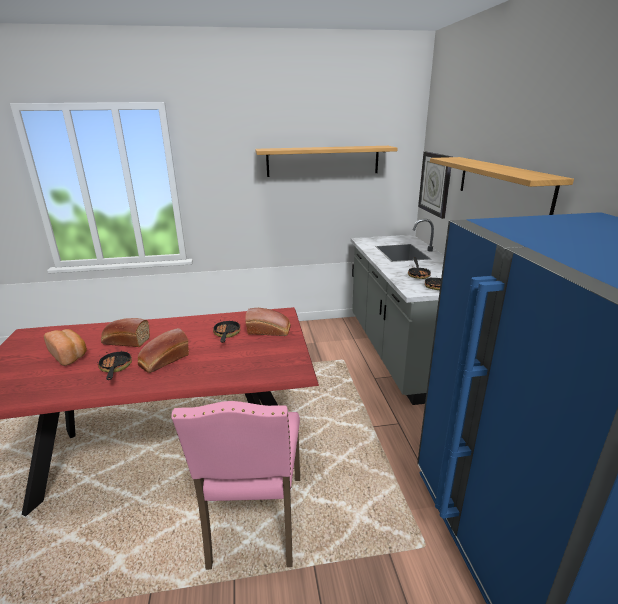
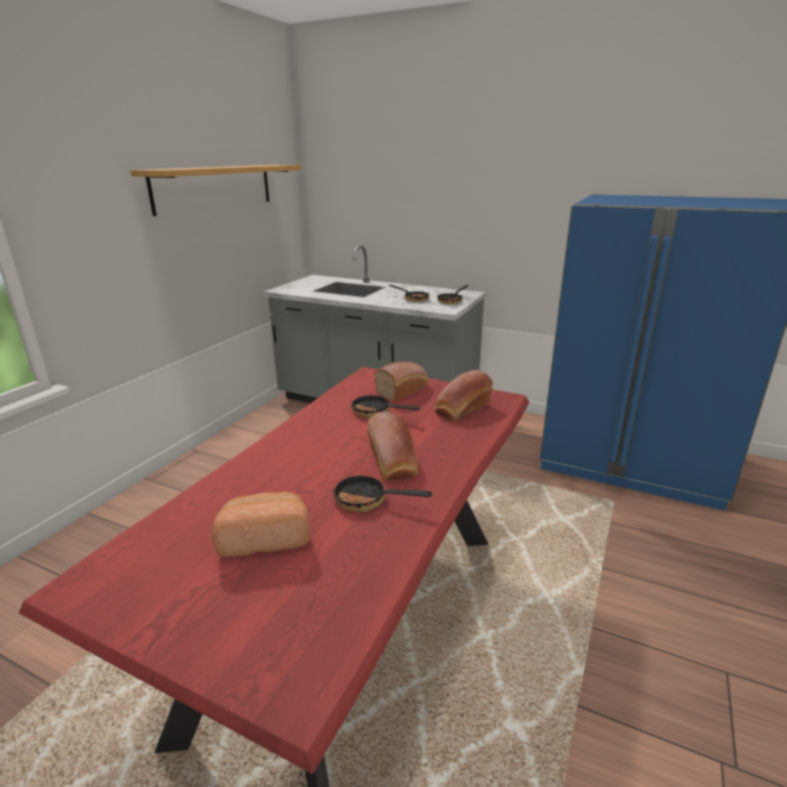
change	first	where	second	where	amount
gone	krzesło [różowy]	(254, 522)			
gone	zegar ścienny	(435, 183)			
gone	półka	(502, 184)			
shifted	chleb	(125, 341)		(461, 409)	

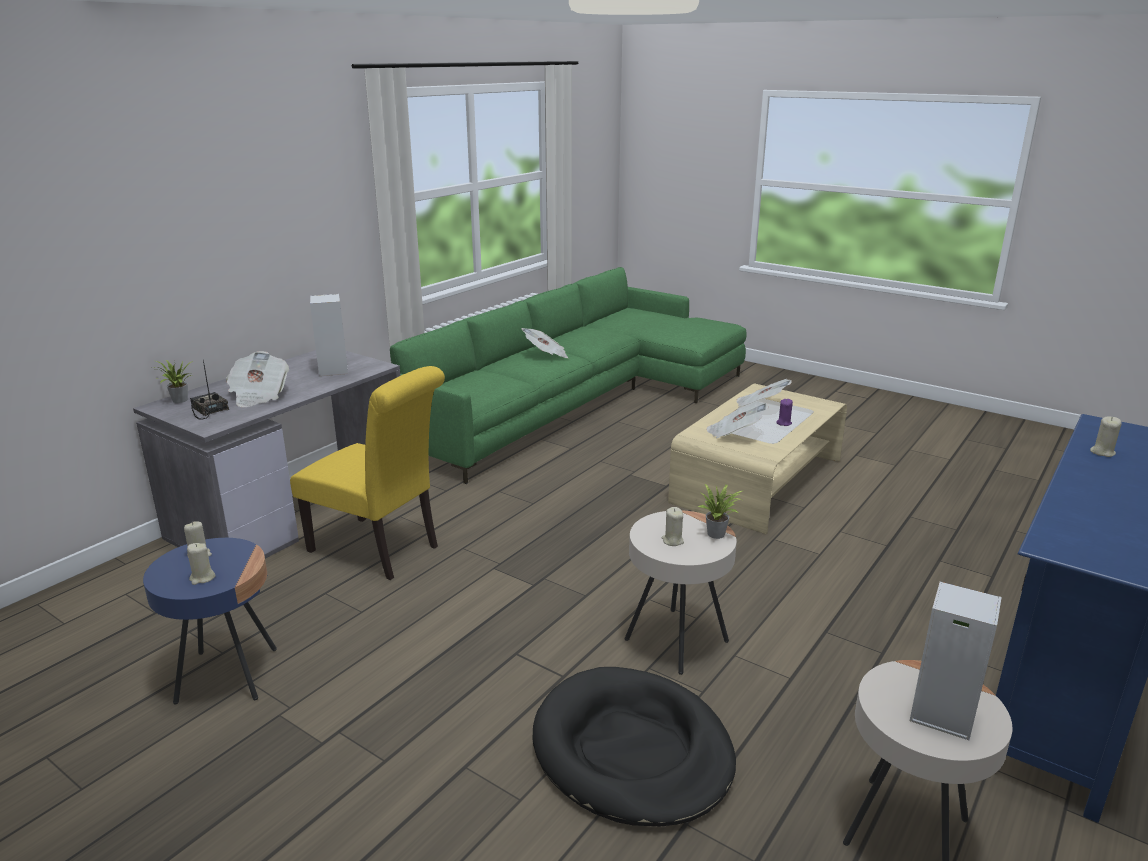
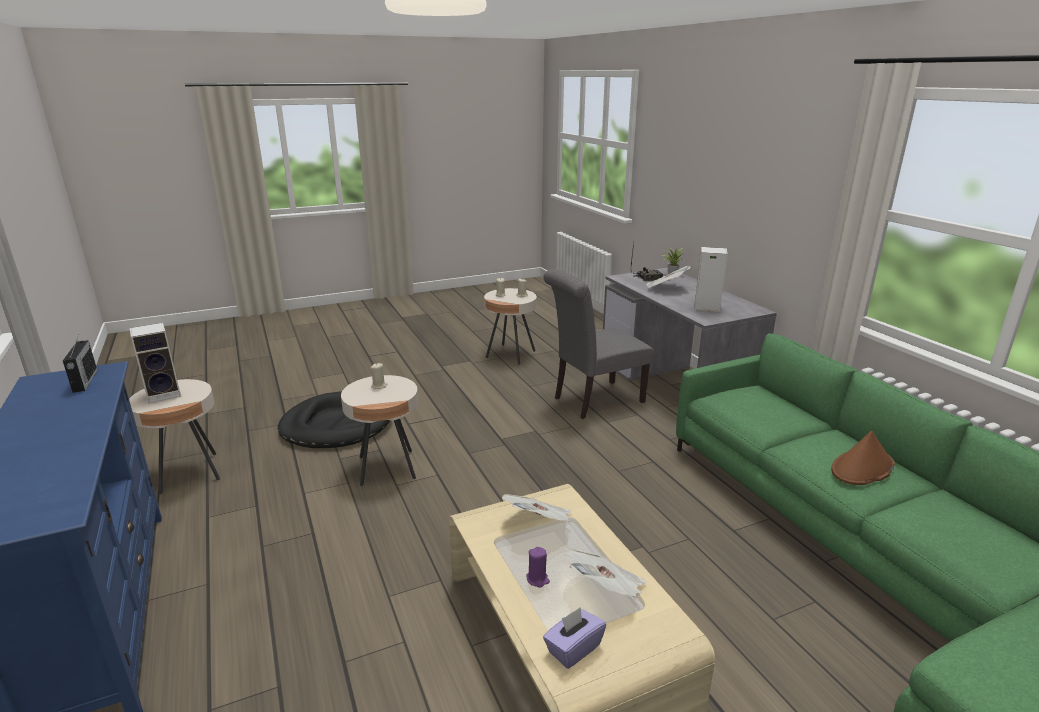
change	first	where	second	where	amount
gone	roślina doniczkowa	(718, 534)			
gone	świeca [beżowy]	(1102, 452)			
new			radio	(84, 381)	
new			pudełko chusteczek [fioletowy]	(573, 648)	
swapped	gazeta	(546, 355)	kapelusz [brązowy]	(862, 468)	
repainted	stolik [niebieski]	(227, 675)	stolik [beżowy]	(510, 354)	
repainted	krzesło [żółty]	(380, 550)	krzesło [szary]	(593, 401)	

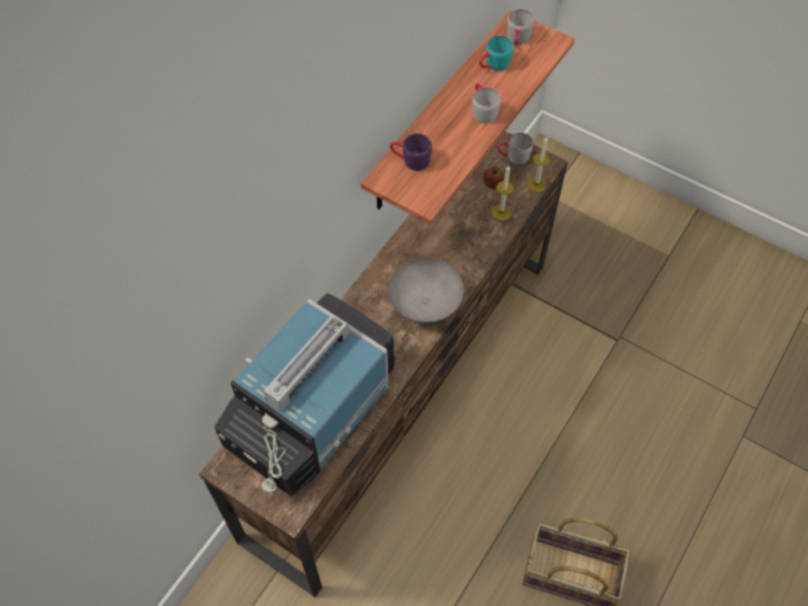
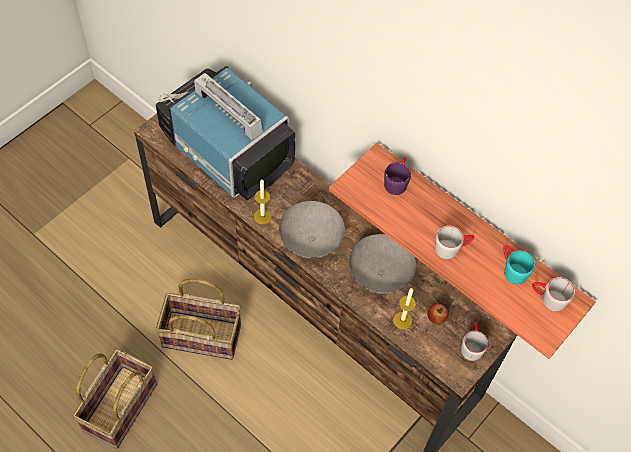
change	first	where	second	where	amount
new			koszyk	(202, 335)	
new			miska [szary]	(380, 273)	
shifted	świeca	(536, 184)		(262, 216)	

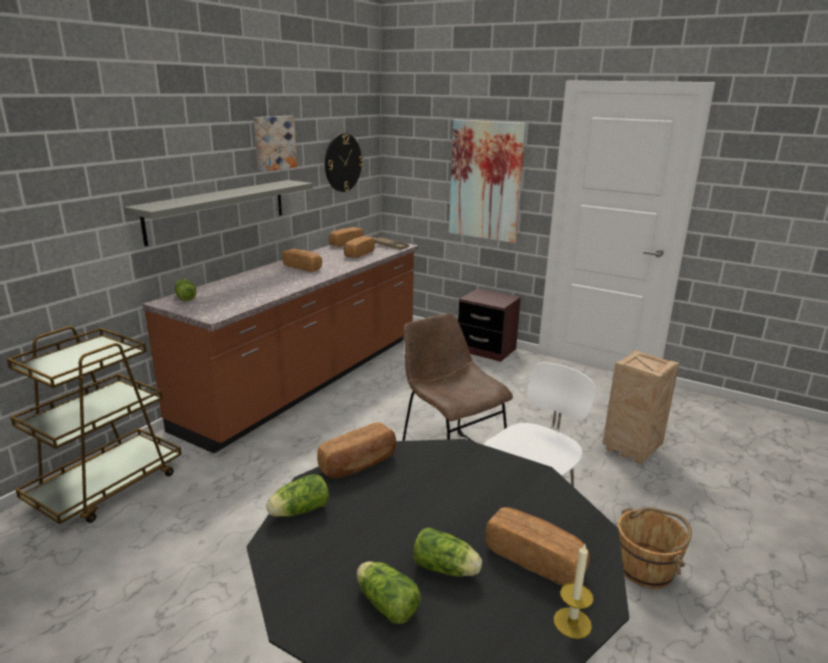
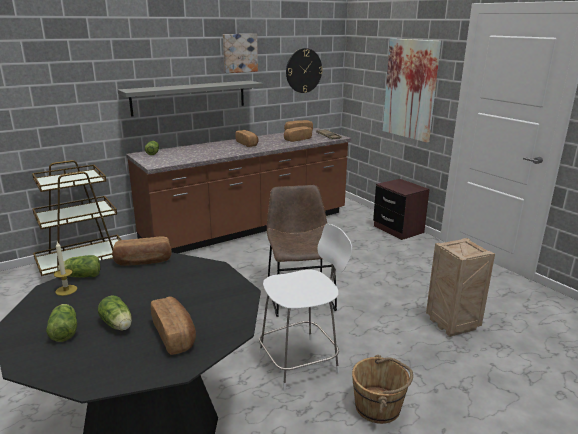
change	first	where	second	where	amount
shifted	świeca	(572, 623)		(66, 290)	

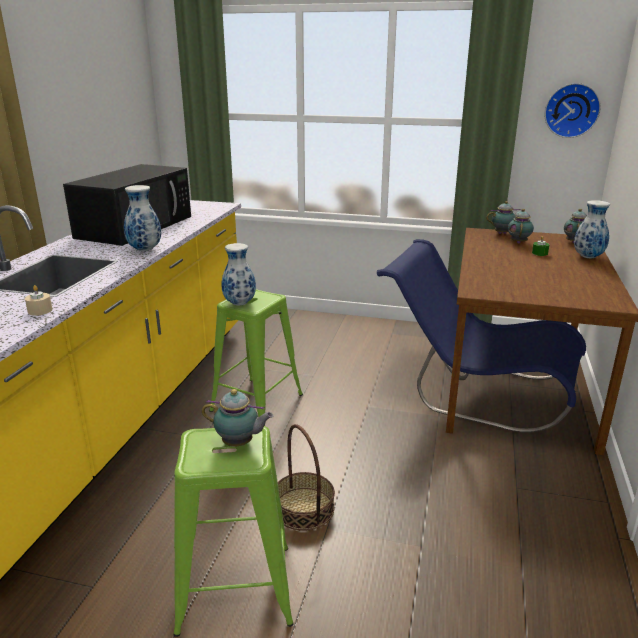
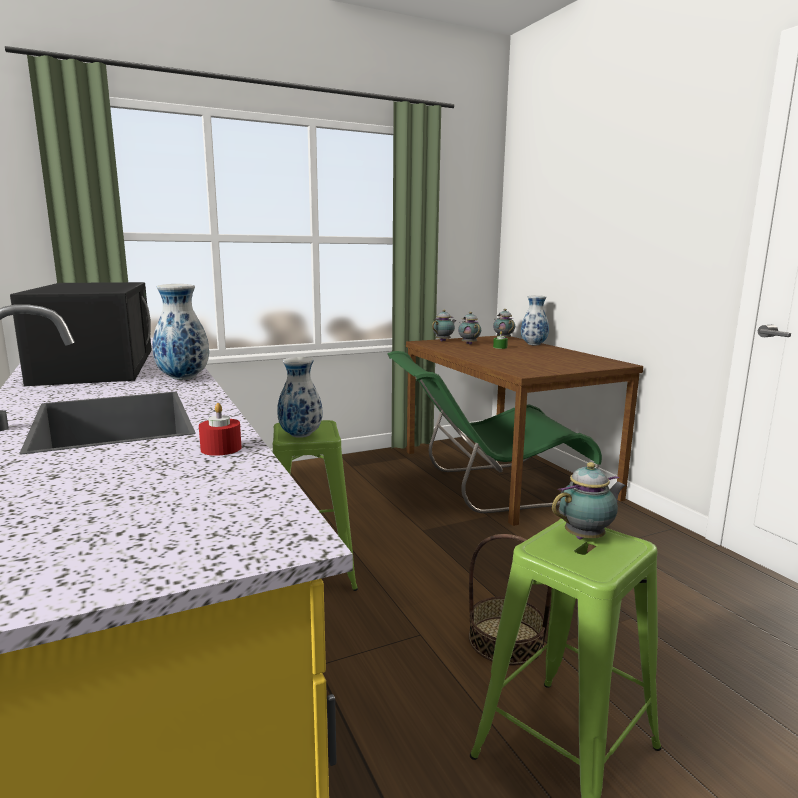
change	first	where	second	where	amount
gone	zegar ścienny	(571, 110)			
repainted	świeca [beżowy]	(40, 310)	świeca [czerwony]	(221, 448)	
repainted	krzesło [niebieski]	(475, 392)	krzesło [zielony]	(486, 489)	

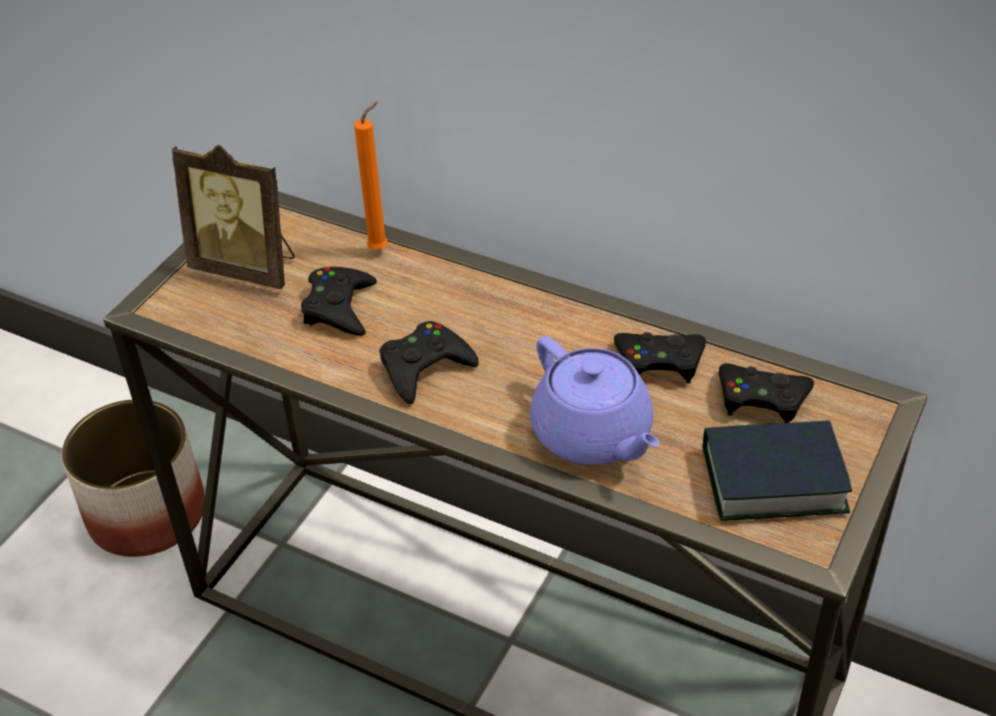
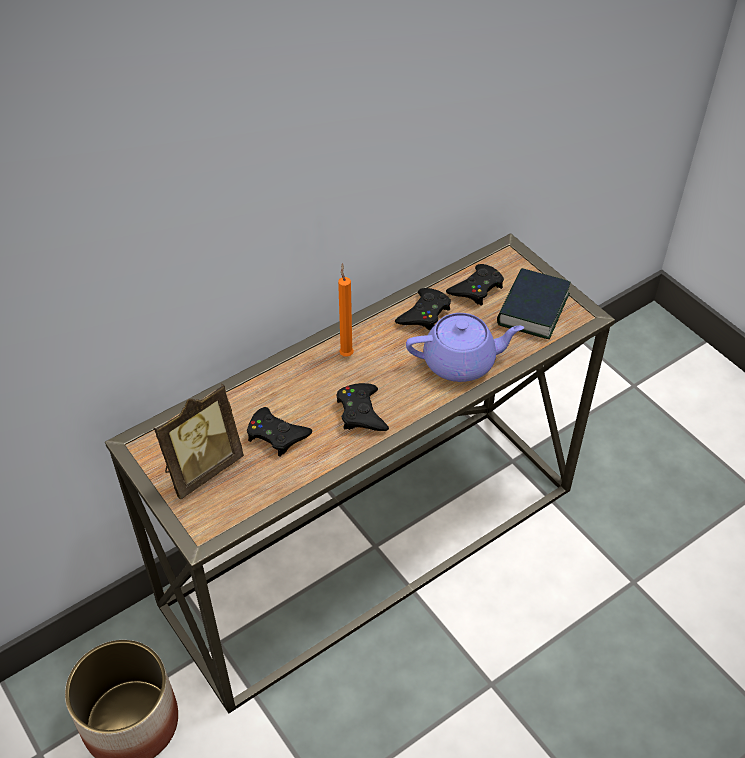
change	first	where	second	where	amount
shifted	świeca [pomarańczowy]	(381, 248)		(346, 353)	

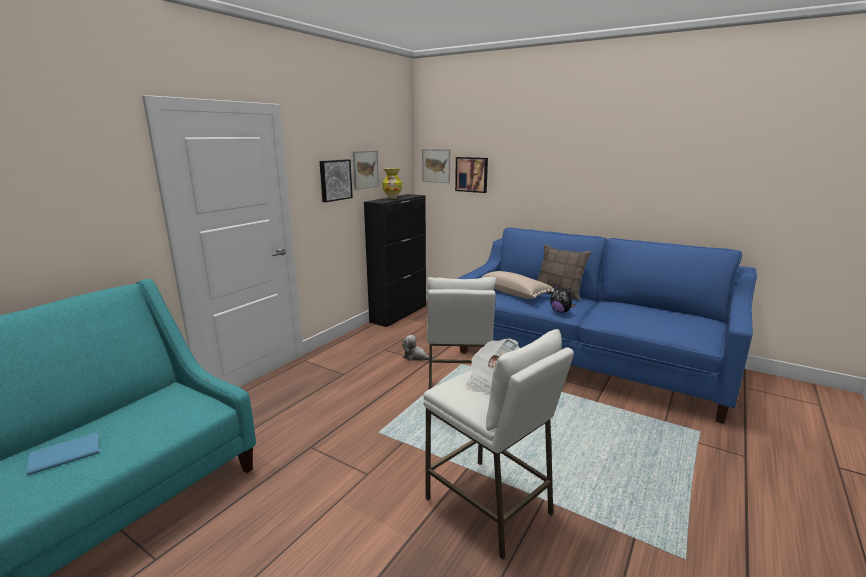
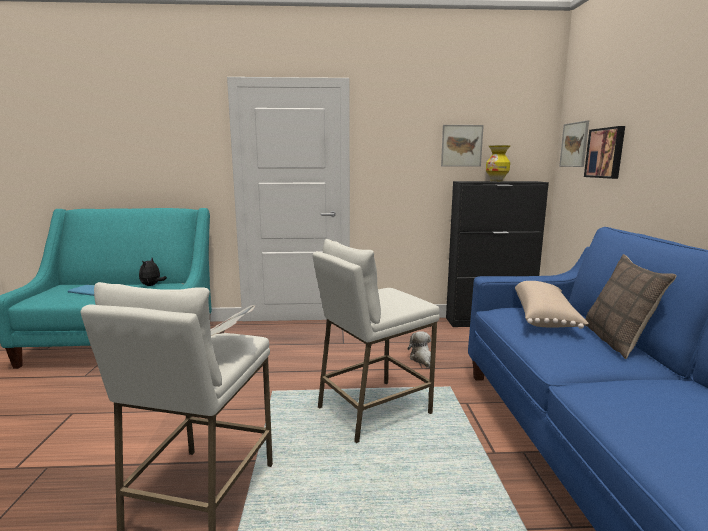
change	first	where	second	where	amount
gone	obraz	(335, 180)			
shifted	pluszak	(560, 311)		(152, 285)	

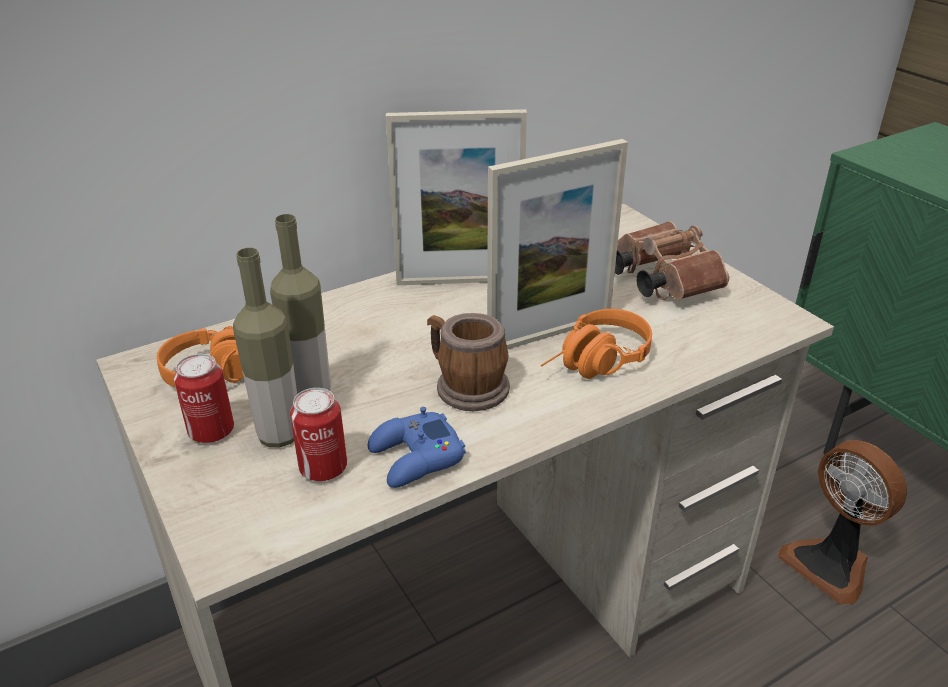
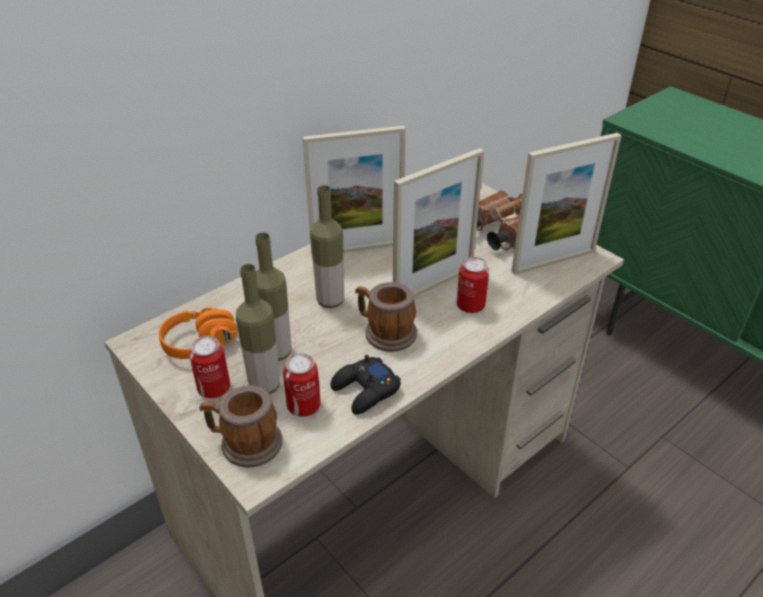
change	first	where	second	where	amount
gone	wentylator	(830, 564)			
new			kubek	(244, 443)	
new			butelka	(330, 301)	
new			ramka na zdjęcie	(553, 261)	
swapped	słuchawki [pomarańczowy]	(595, 364)	puszka	(470, 306)	
repainted	pad do gier [niebieski]	(415, 458)	pad do gier [czarny]	(365, 390)	

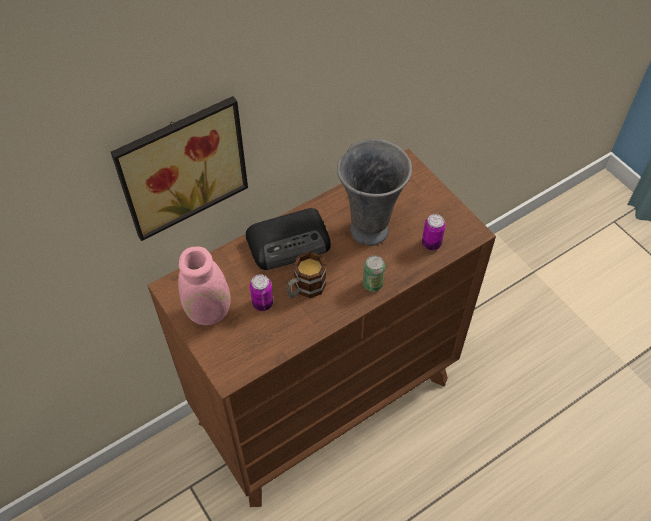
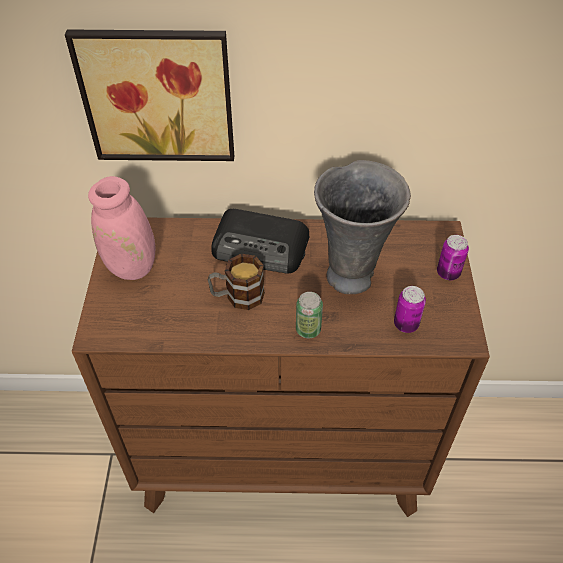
change	first	where	second	where	amount
shifted	puszka	(262, 303)		(448, 273)	

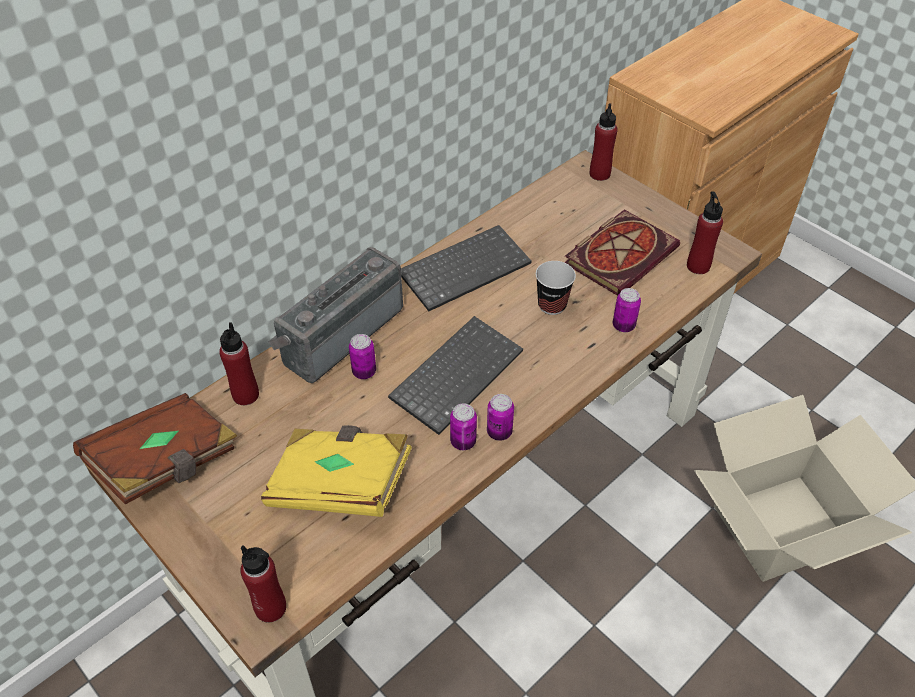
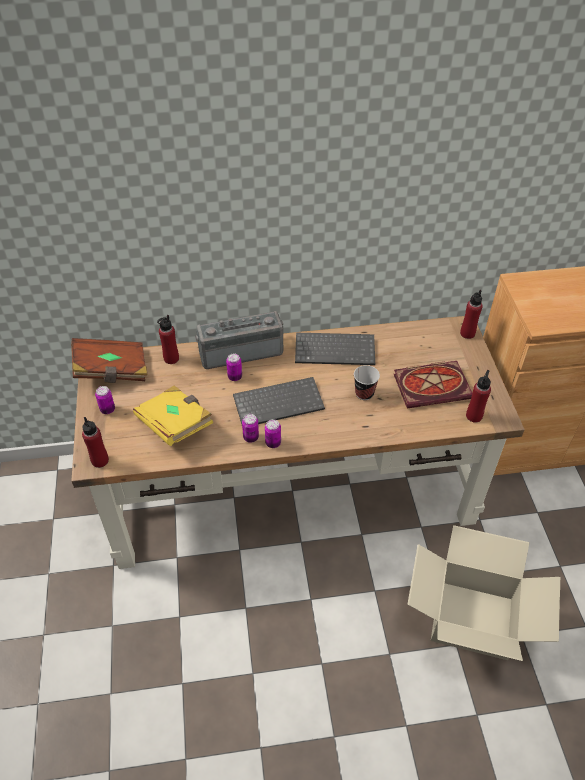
change	first	where	second	where	amount
shifted	puszka	(623, 326)		(107, 409)	

